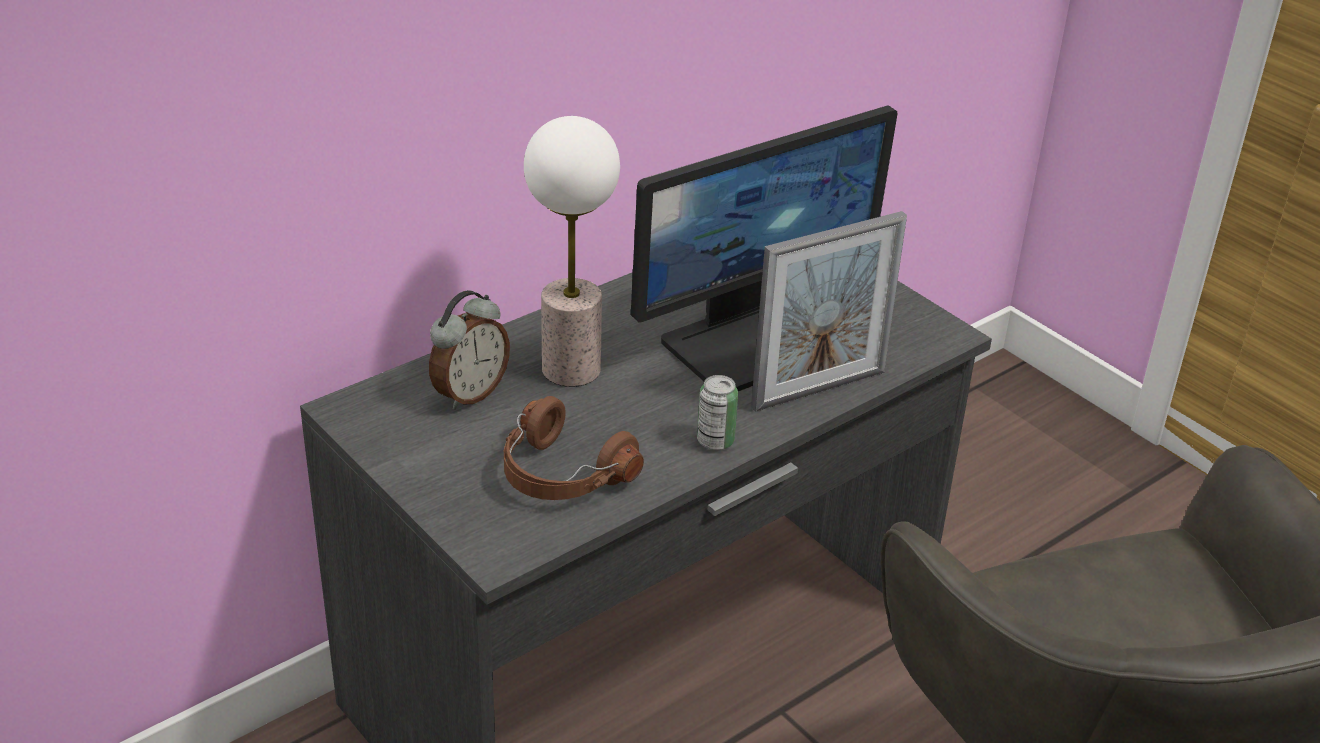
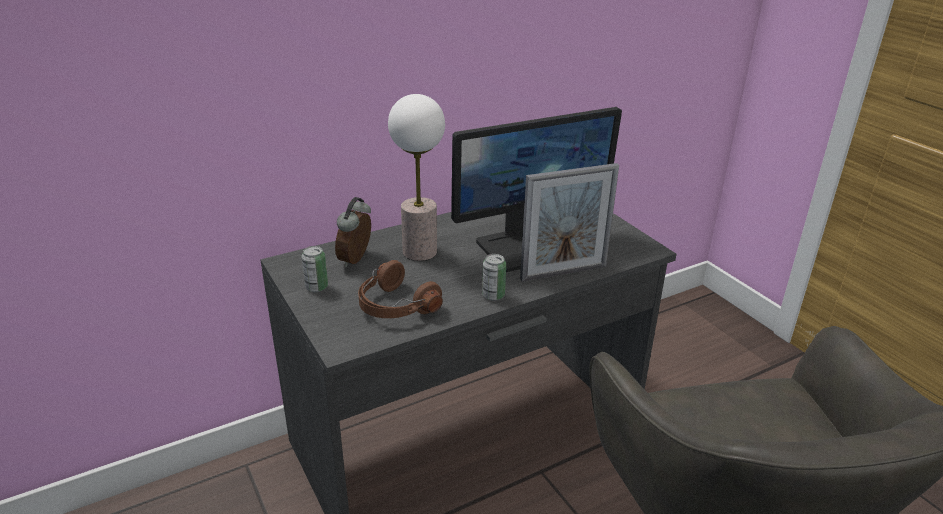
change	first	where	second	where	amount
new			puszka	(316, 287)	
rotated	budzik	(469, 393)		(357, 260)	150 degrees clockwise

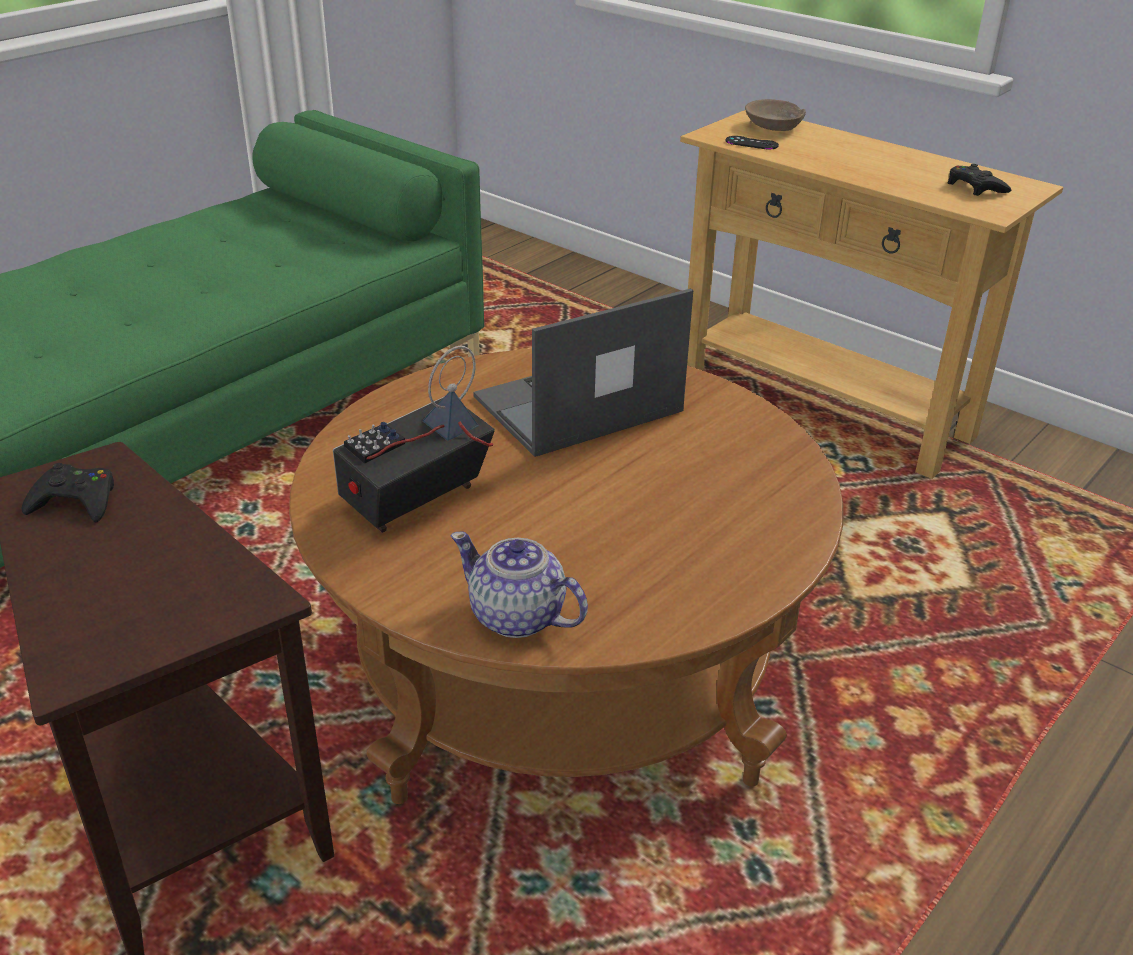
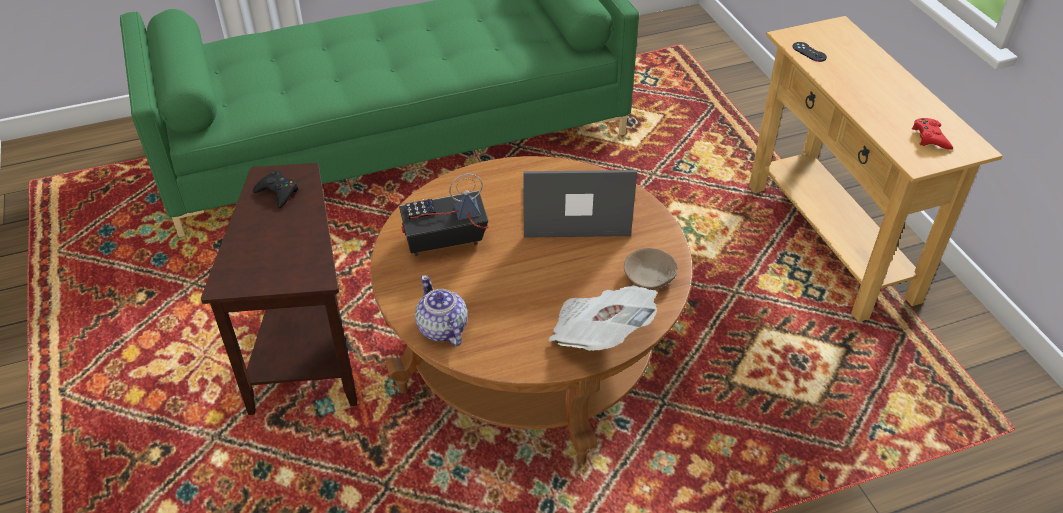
change	first	where	second	where	amount
new			gazeta	(599, 335)	
shifted	miska [beżowy]	(774, 126)		(649, 277)	
repainted	pad do gier [czarny]	(975, 187)	pad do gier [czerwony]	(930, 137)	

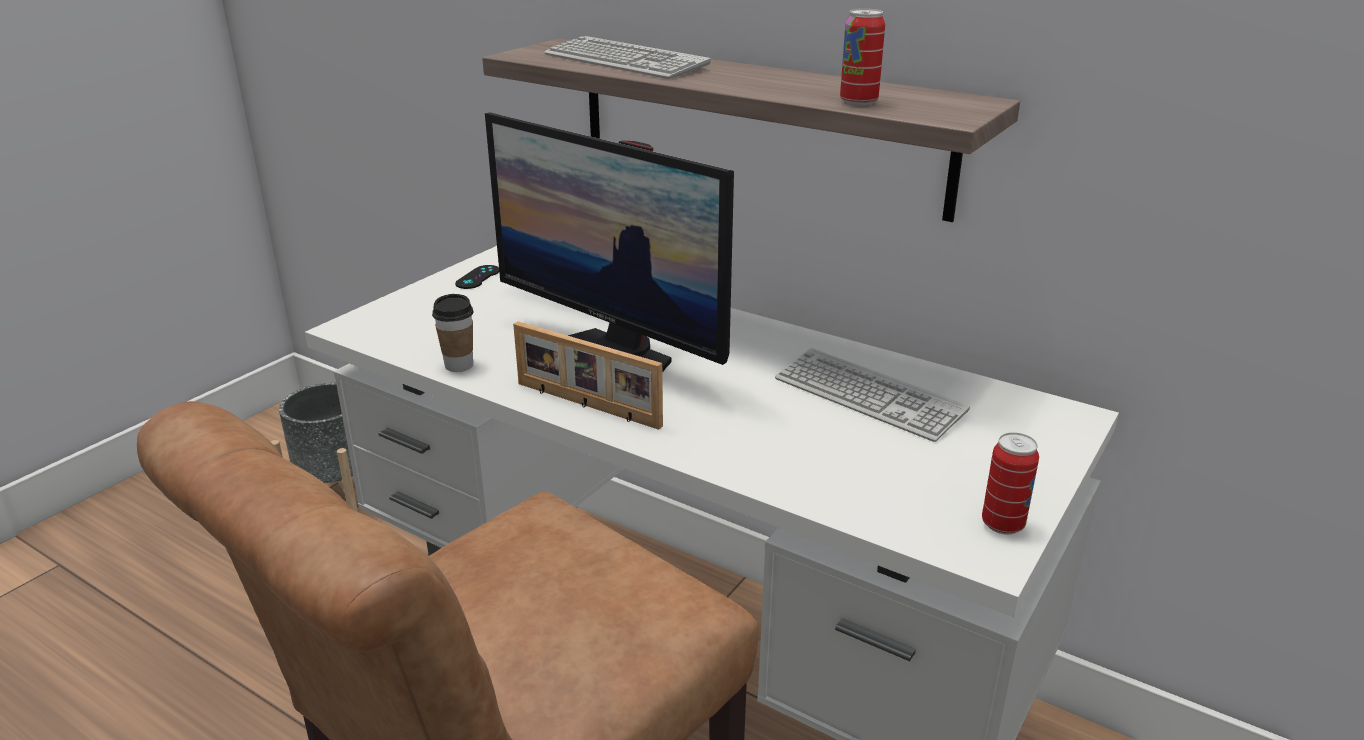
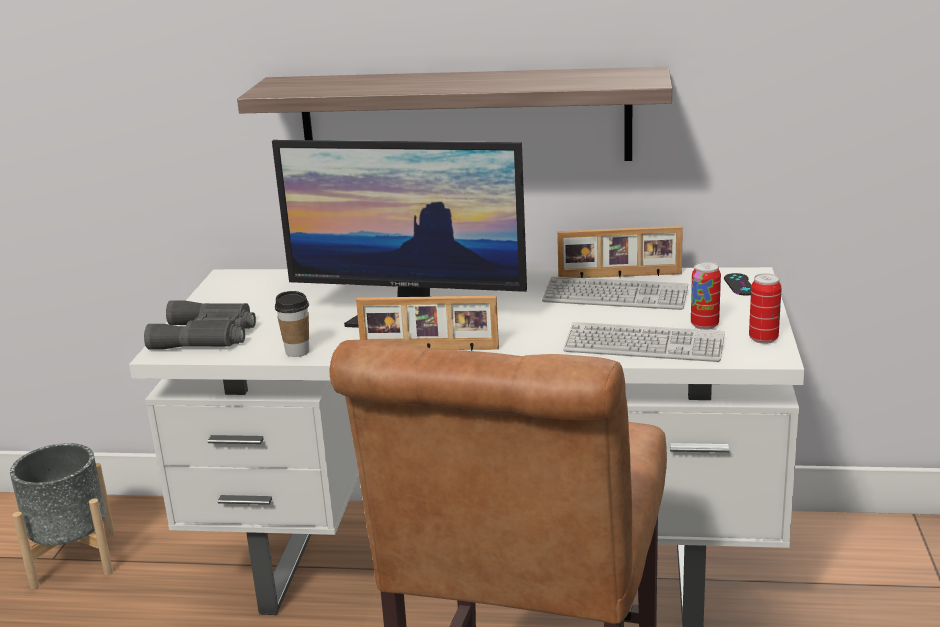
change	first	where	second	where	amount
new			lornetka [szary]	(207, 336)	
new			ramka na zdjęcie	(619, 276)	
shifted	pad do gier [czarny]	(478, 277)		(740, 285)	
shifted	klawiatura	(625, 61)		(644, 345)	
shifted	puszka	(858, 102)		(704, 325)	

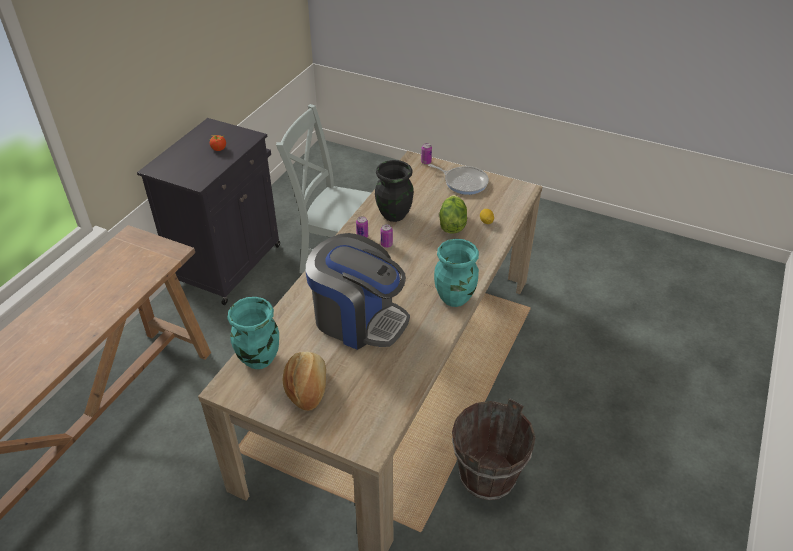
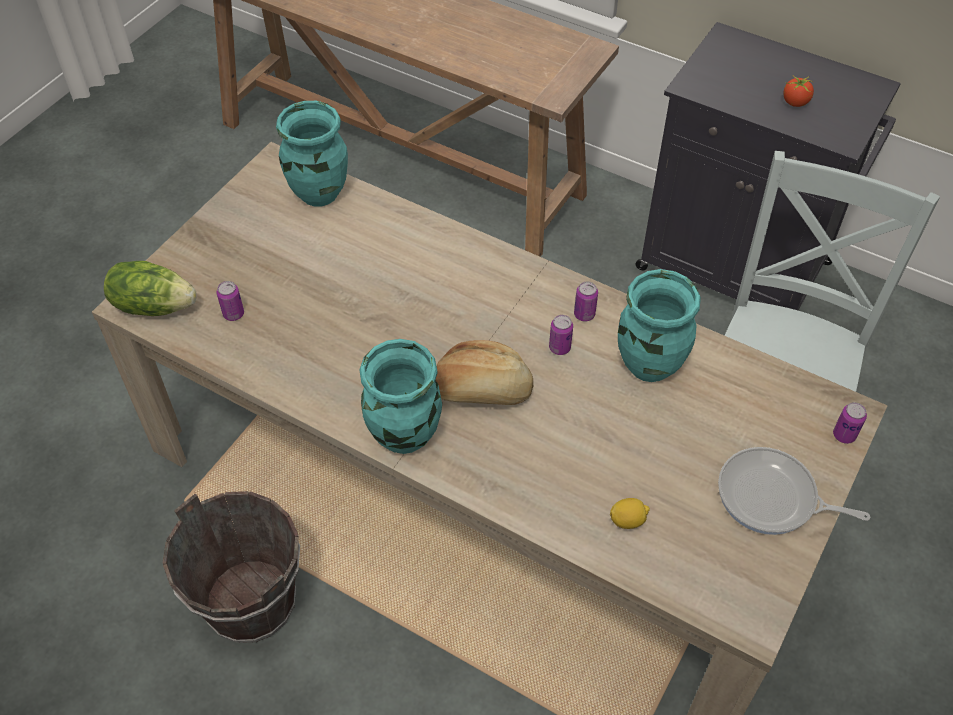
change	first	where	second	where	amount
gone	ekspres do kawy	(358, 319)			
new			puszka	(233, 314)	
shifted	chleb	(307, 387)		(481, 390)	
shifted	sałata	(451, 225)		(154, 305)	
repainted	wazon [czarny]	(393, 215)	wazon [turkusowy]	(648, 364)	
rotated	patelnia	(463, 182)		(772, 498)	75 degrees clockwise

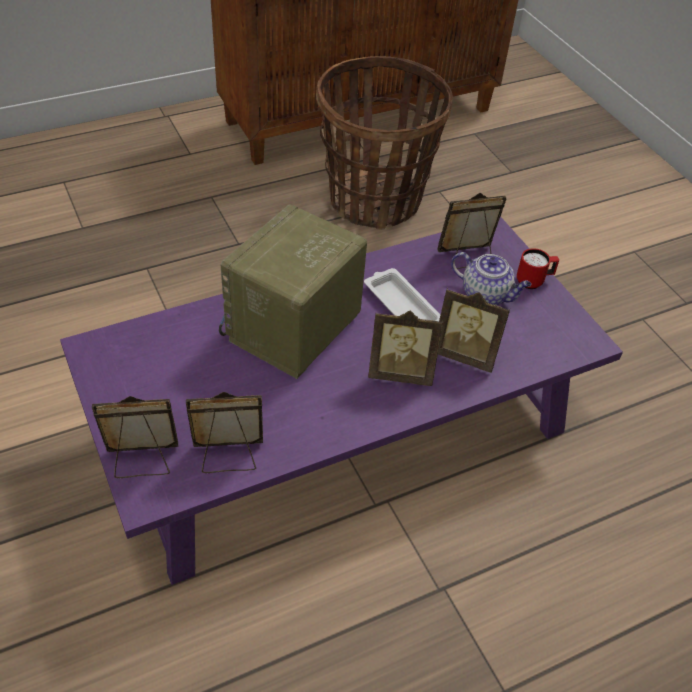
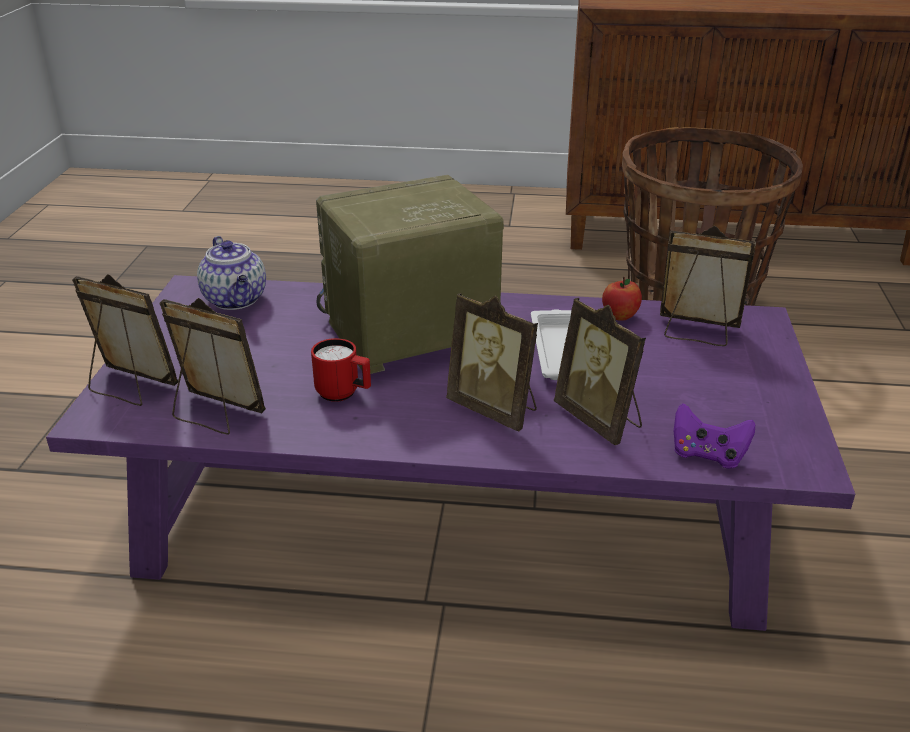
change	first	where	second	where	amount
new			jabłko	(619, 316)	
new			pad do gier [fioletowy]	(707, 455)	
shifted	imbryk	(486, 295)		(236, 300)	
shifted	kubek [czerwony]	(534, 281)		(344, 394)	

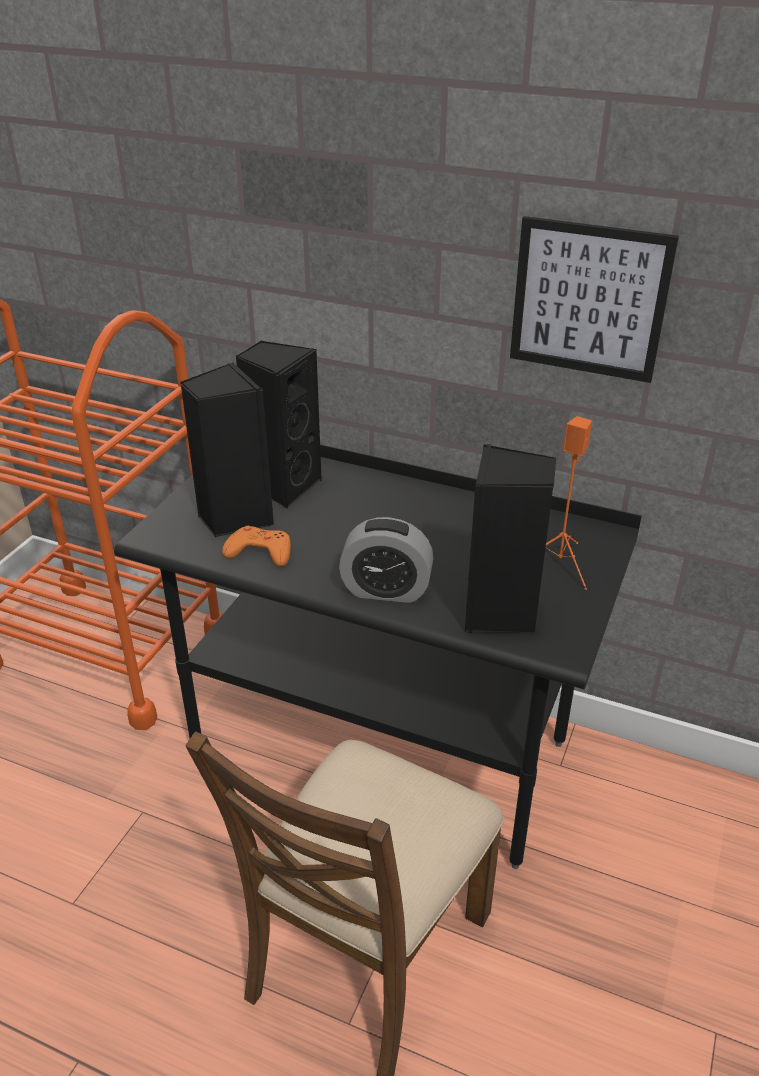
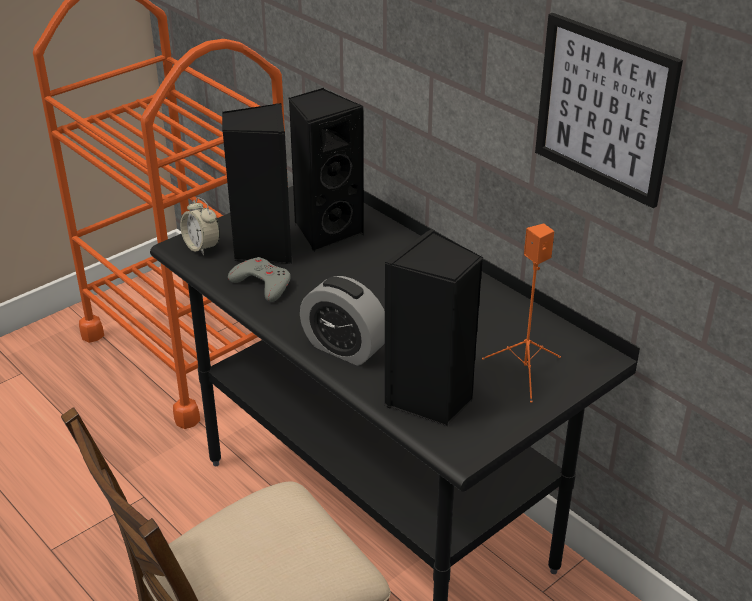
change	first	where	second	where	amount
new			budzik	(202, 247)	
repainted	pad do gier [pomarańczowy]	(260, 552)	pad do gier [szary]	(262, 284)	

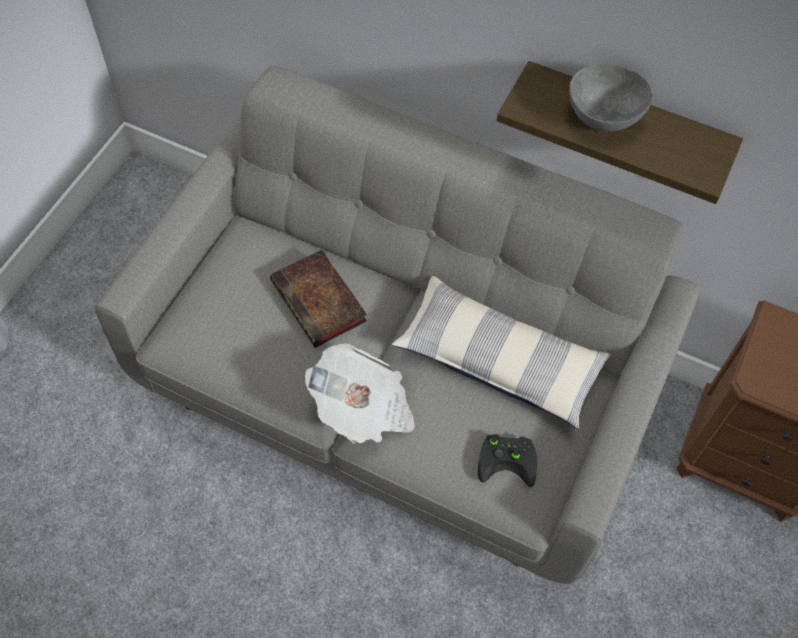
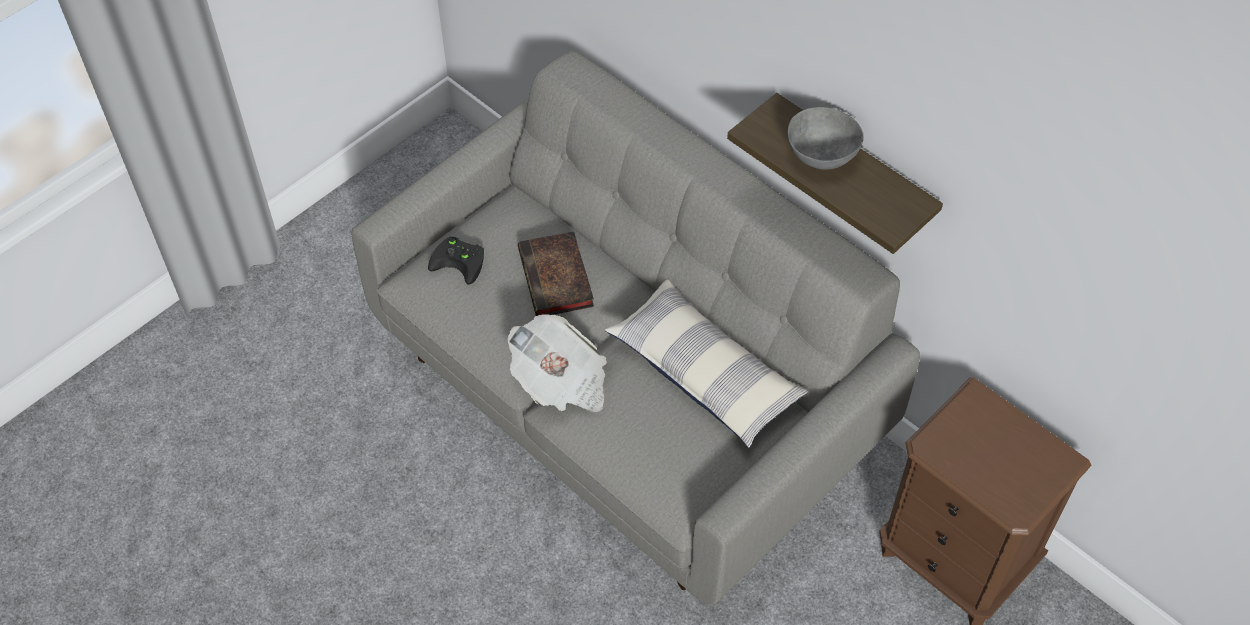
change	first	where	second	where	amount
shifted	pad do gier [czarny]	(509, 460)		(461, 261)	

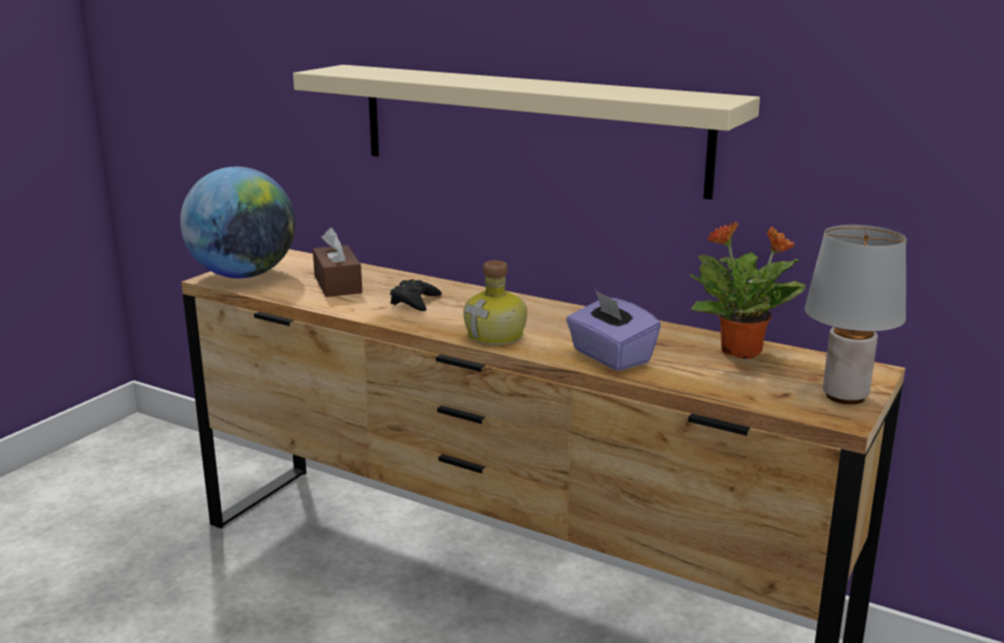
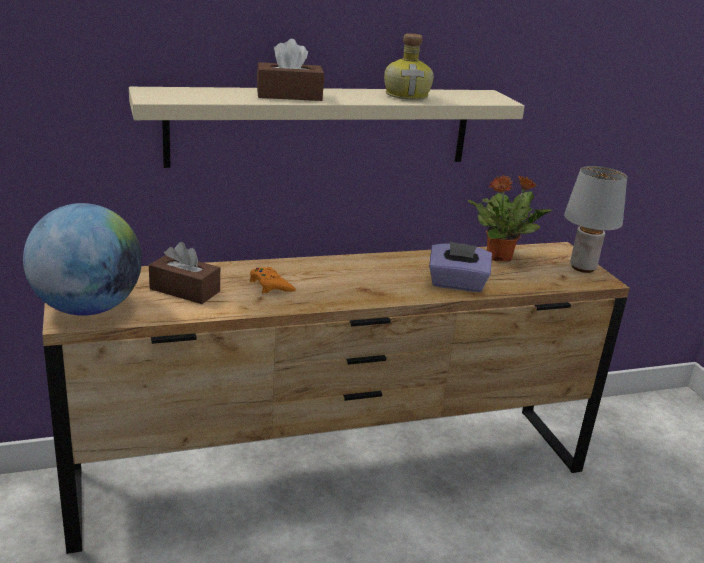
change	first	where	second	where	amount
new			pudełko chusteczek [brązowy]	(289, 95)	
shifted	butelka	(497, 336)		(407, 95)	
repainted	pad do gier [czarny]	(414, 301)	pad do gier [pomarańczowy]	(270, 285)	

